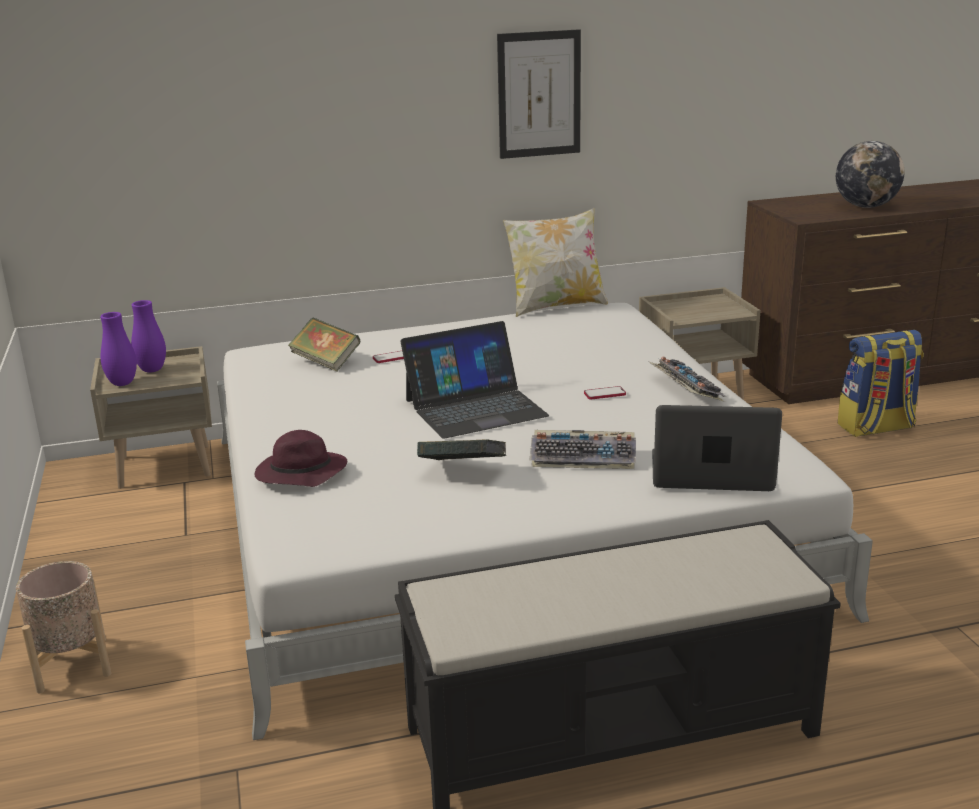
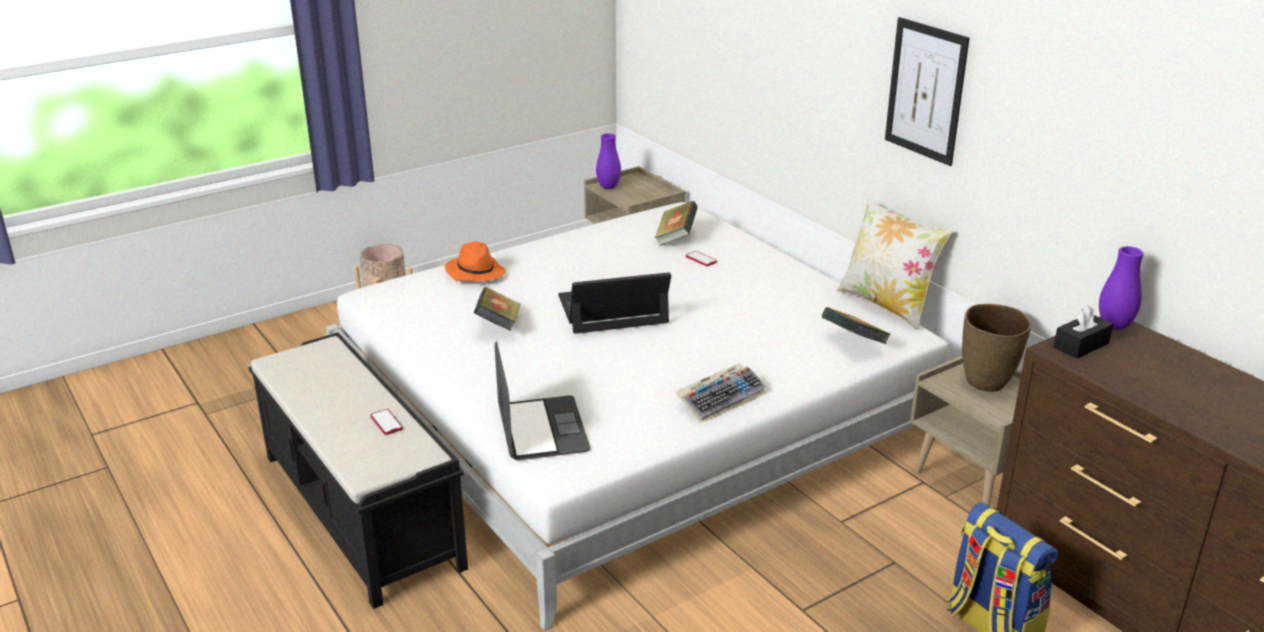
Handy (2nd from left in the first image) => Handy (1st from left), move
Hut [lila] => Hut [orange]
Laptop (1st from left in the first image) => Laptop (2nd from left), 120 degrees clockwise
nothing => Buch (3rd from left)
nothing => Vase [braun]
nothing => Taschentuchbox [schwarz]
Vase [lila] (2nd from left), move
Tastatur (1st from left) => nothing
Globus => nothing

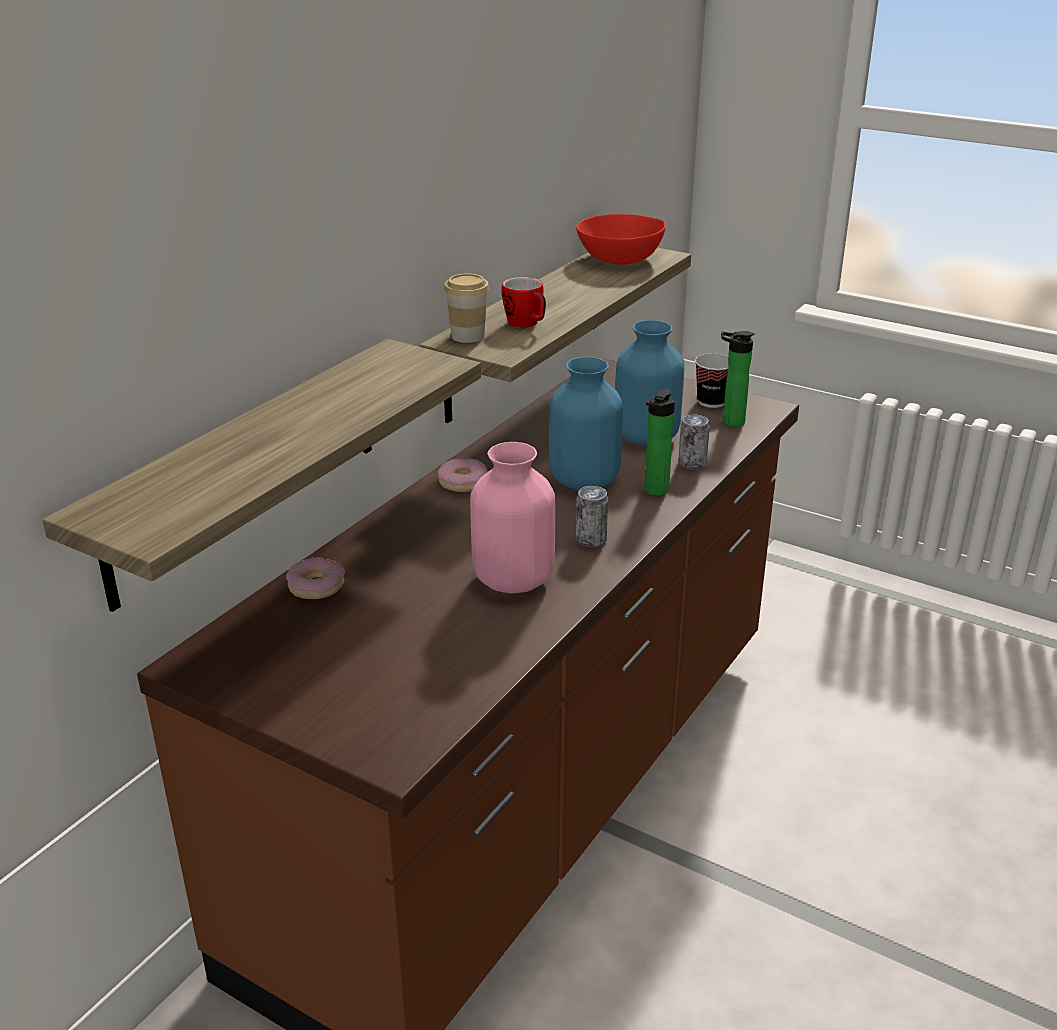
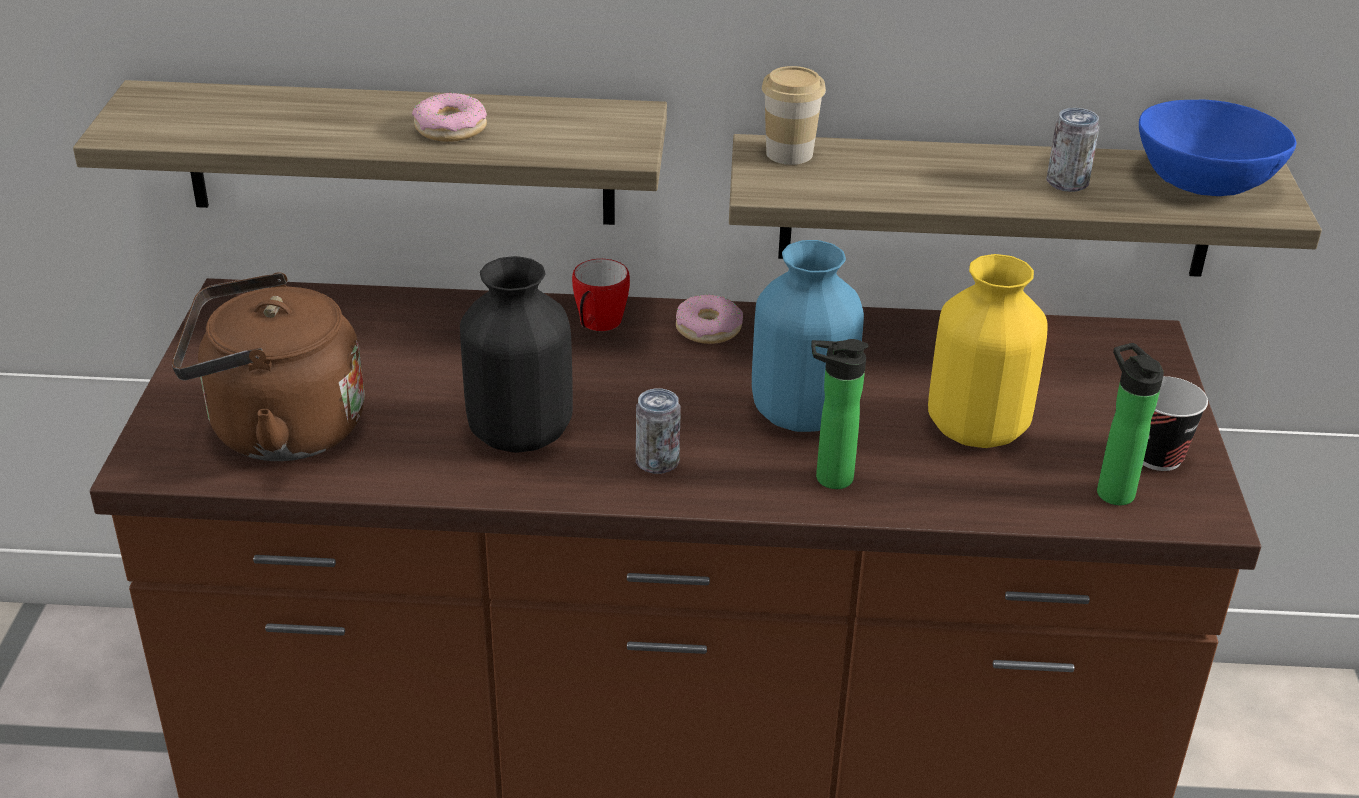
nothing => Wasserkessel [braun]
Donut (1st from left), move
Vase [rosa] => Vase [schwarz]
Henkelbecher, move
Vase [blau] (2nd from left) => Vase [gelb]
Dose (2nd from left), move
Schüssel [rot] => Schüssel [blau]

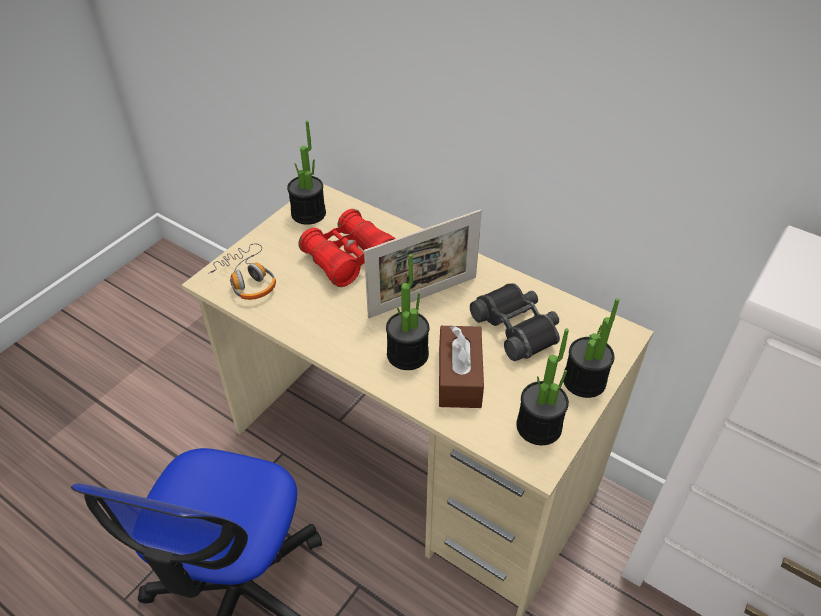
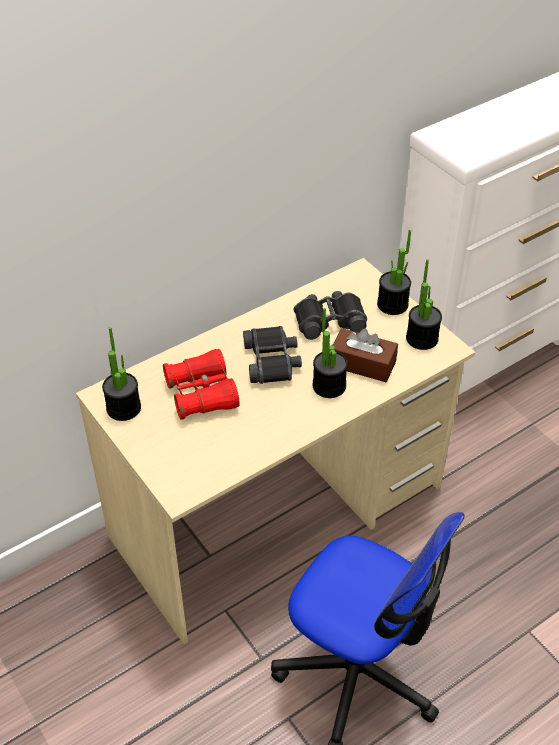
Bilderrahmen => Fernglas [schwarz] (1st from left)
Kopfhörer => nothing

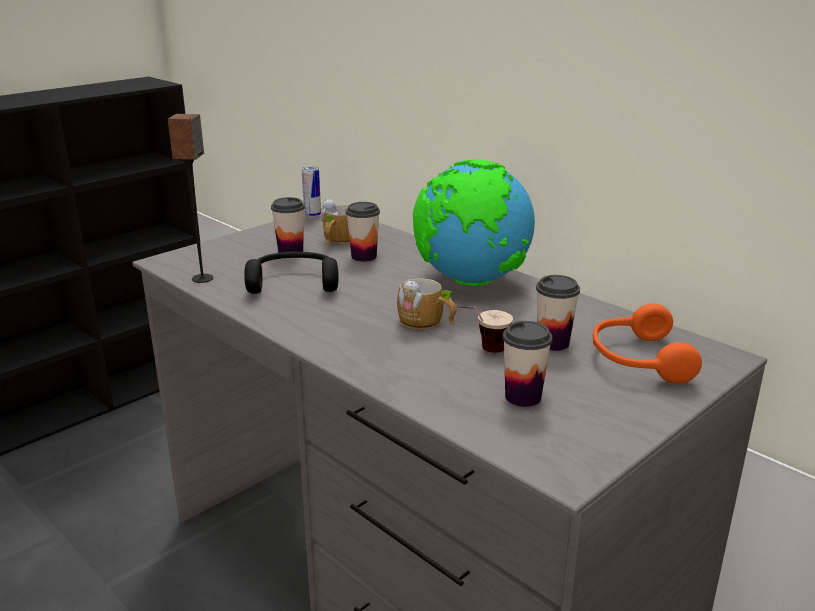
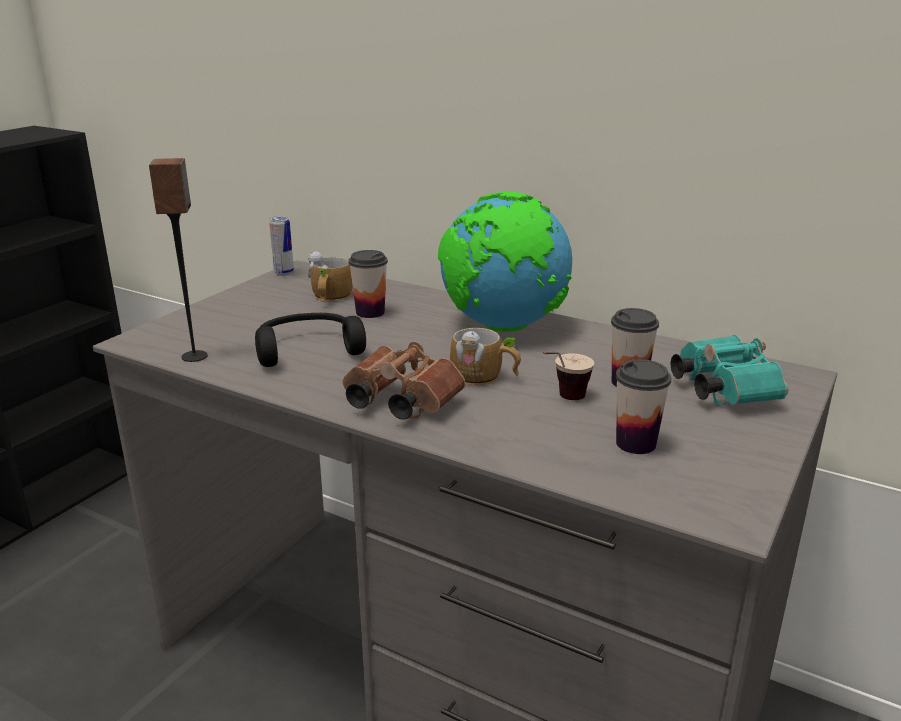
nothing => Fernglas [braun]
Kopfhörer [orange] => Fernglas [türkis]
Tasse (1st from left) => nothing

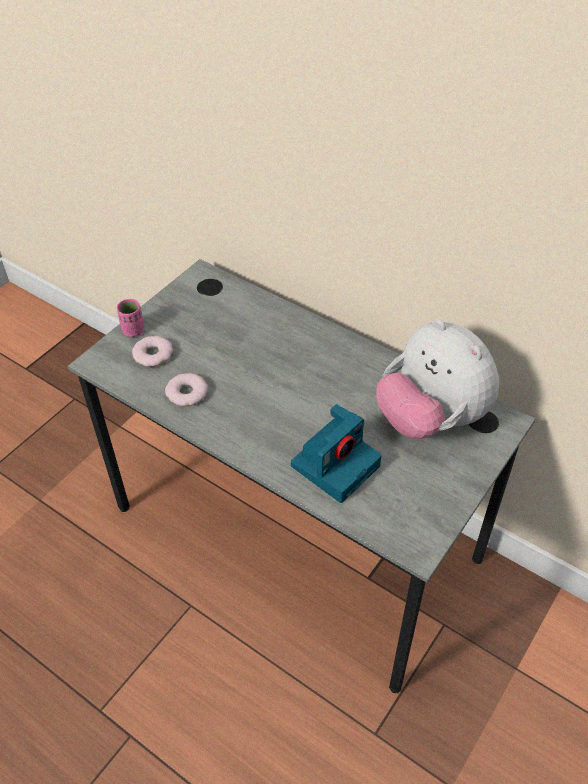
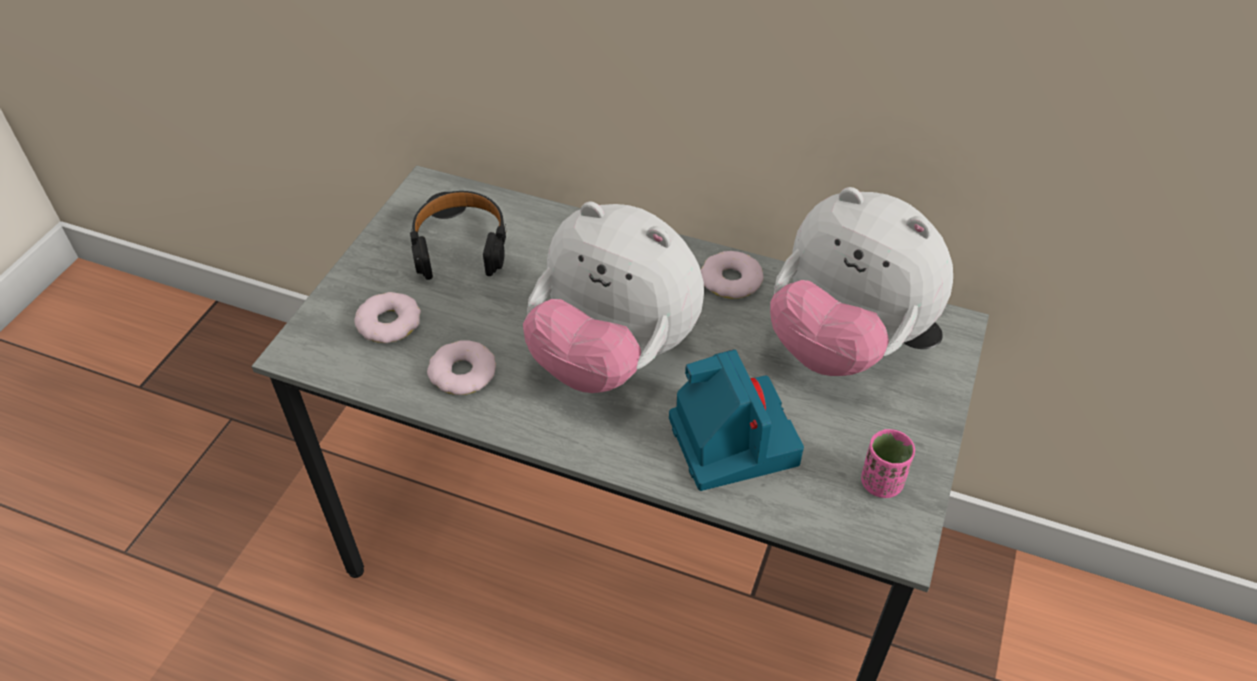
nothing => Kopfhörer [schwarz]
nothing => Plüschtier (1st from left)
Kamera, 45 degrees counterclockwise
nothing => Donut (3rd from left)
Tasse [rosa], move

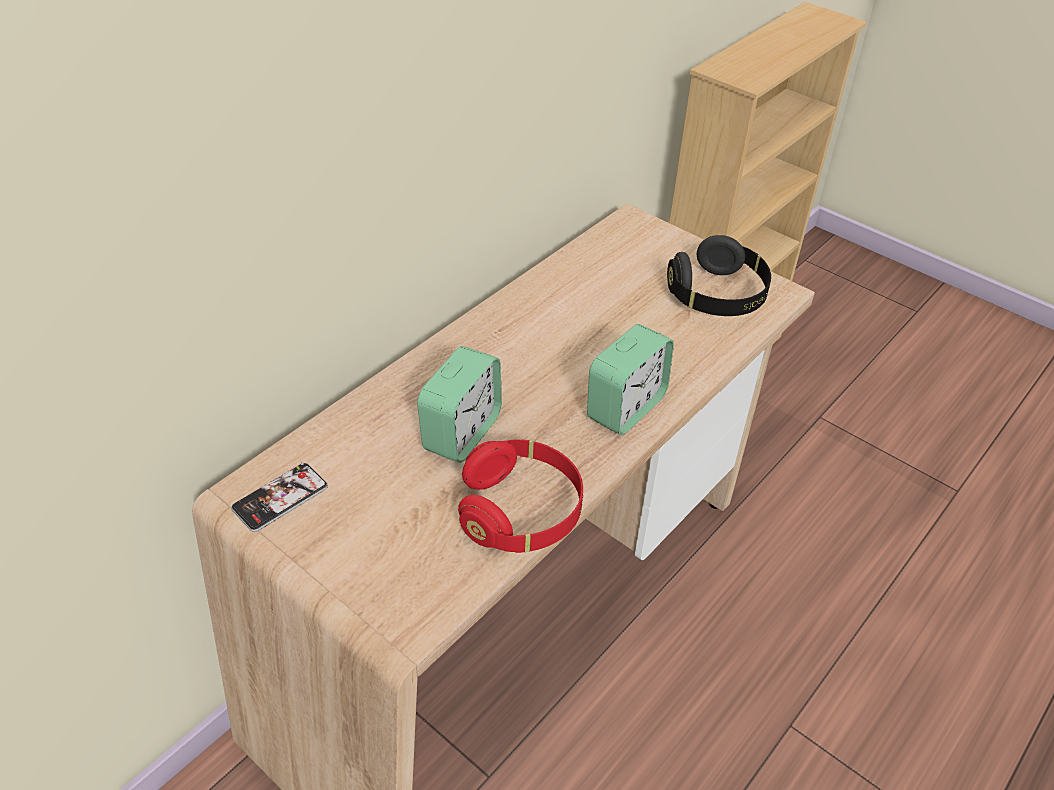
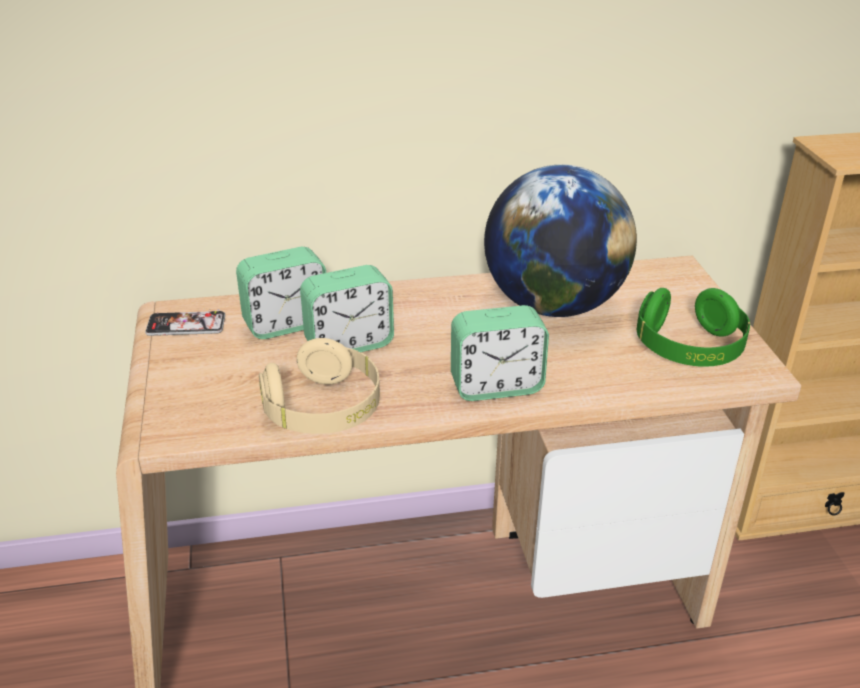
nothing => Wecker (1st from left)
Kopfhörer [rot] => Kopfhörer [beige]
nothing => Globus
Kopfhörer [schwarz] => Kopfhörer [grün]

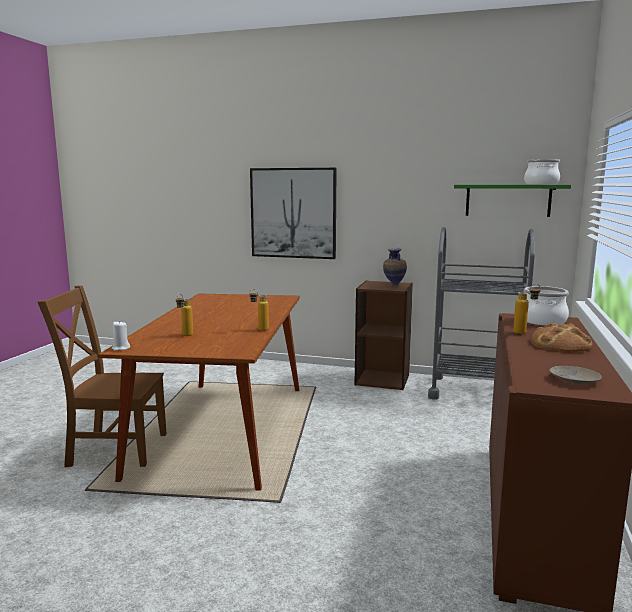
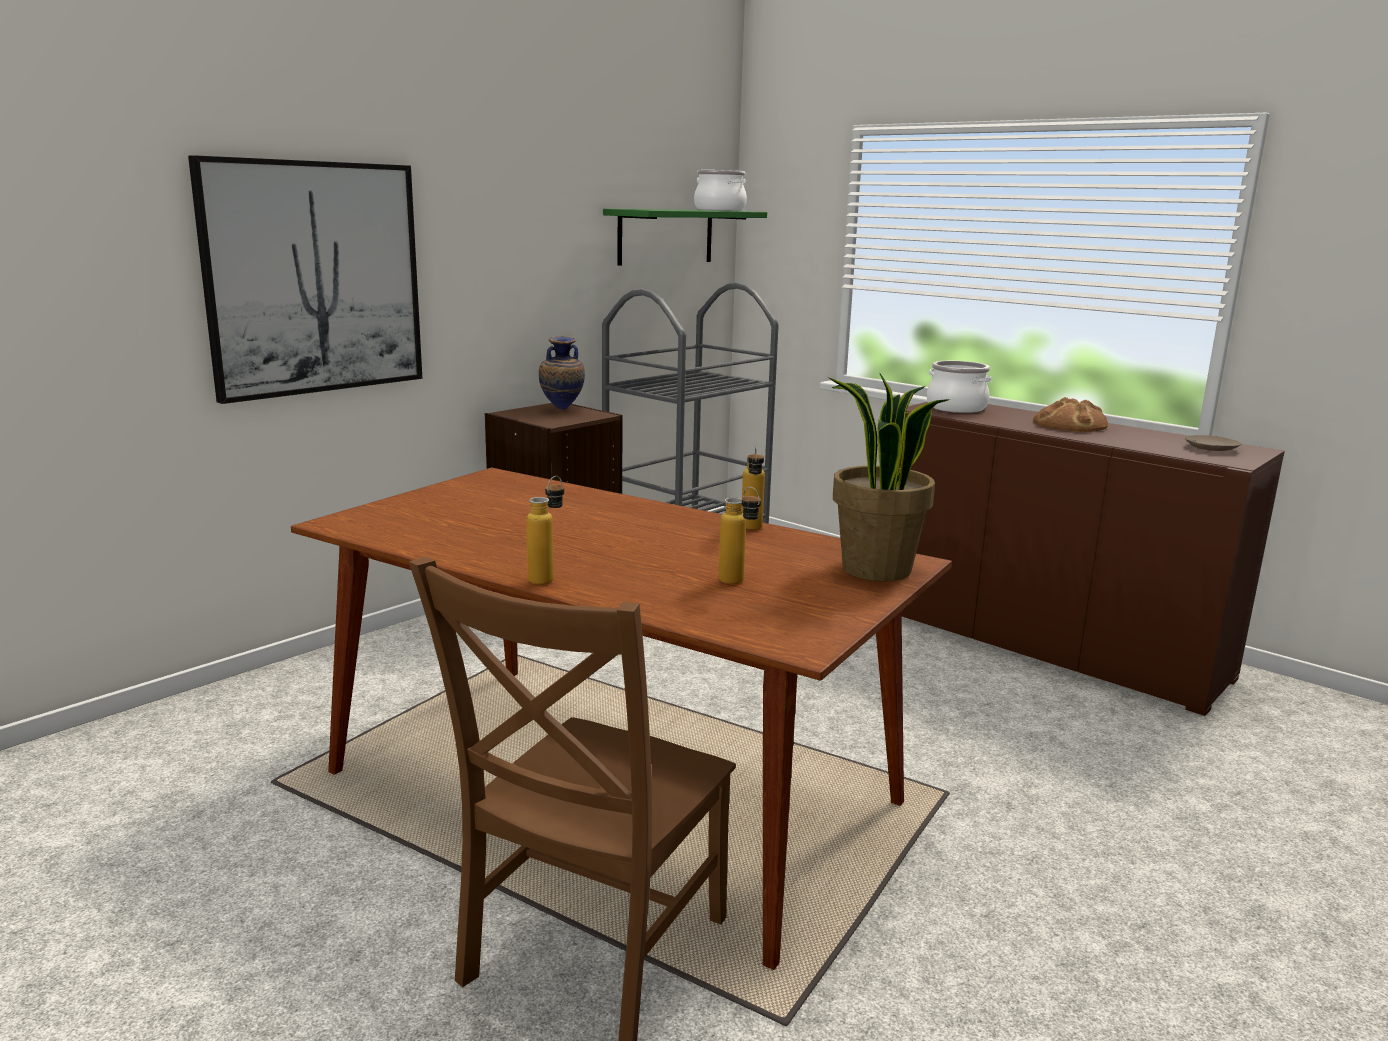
Flasche (3rd from left in the first image) => Flasche (1st from left), move
nothing => Topfpflanze
Kerze [weiß] => nothing

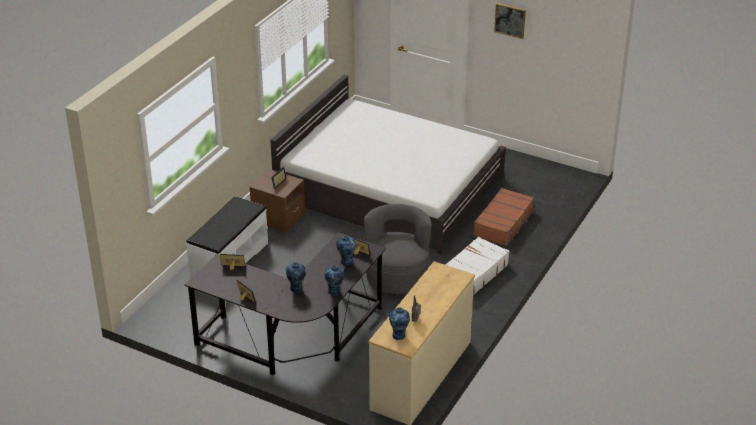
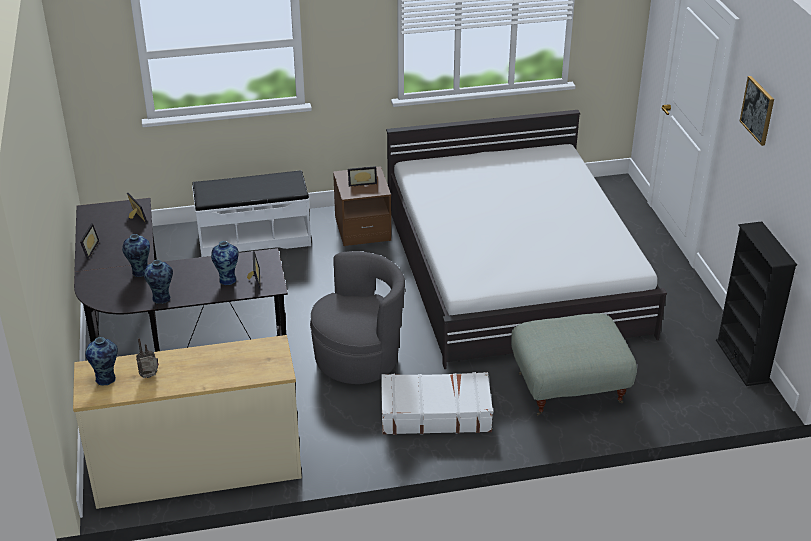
Koffer [braun] => Polsterhocker [grau]
nothing => Bücherregal [schwarz]

